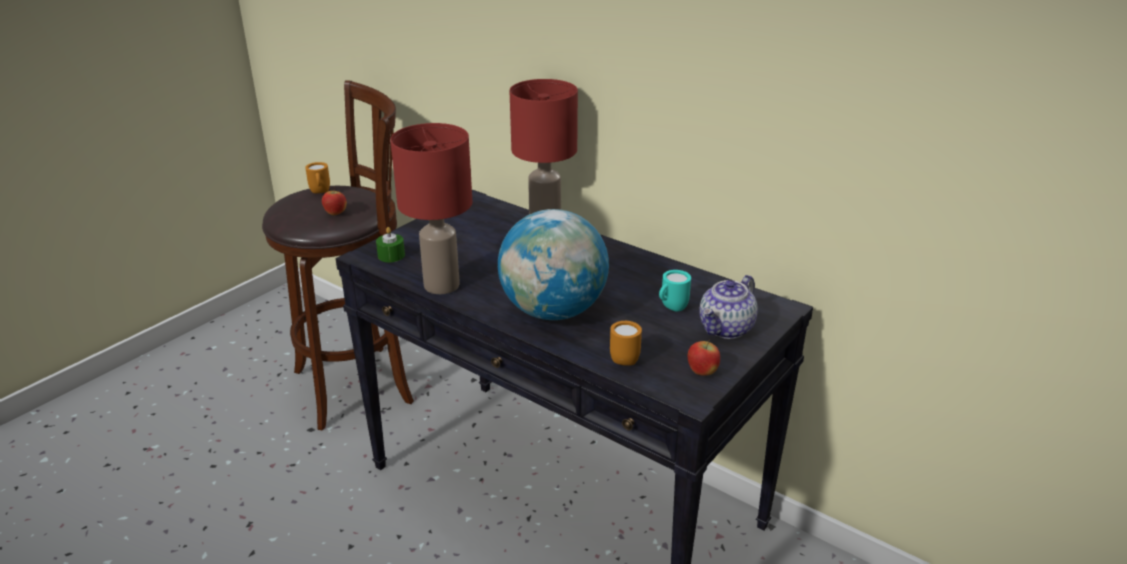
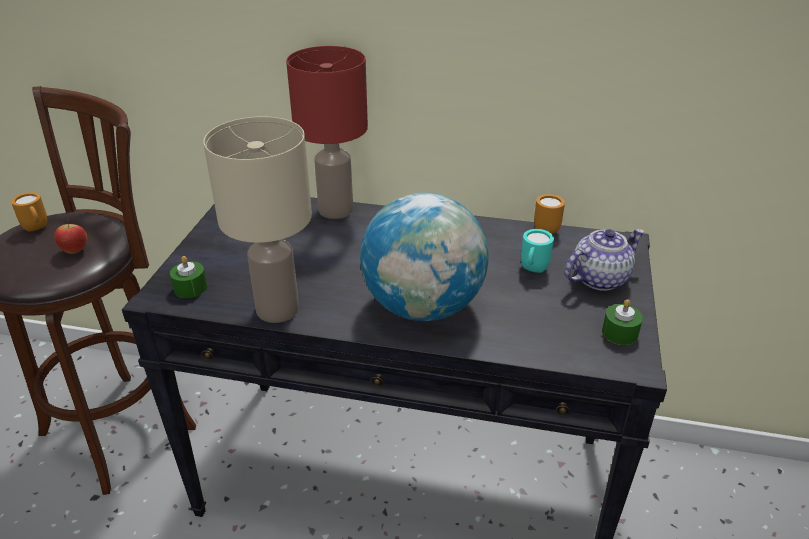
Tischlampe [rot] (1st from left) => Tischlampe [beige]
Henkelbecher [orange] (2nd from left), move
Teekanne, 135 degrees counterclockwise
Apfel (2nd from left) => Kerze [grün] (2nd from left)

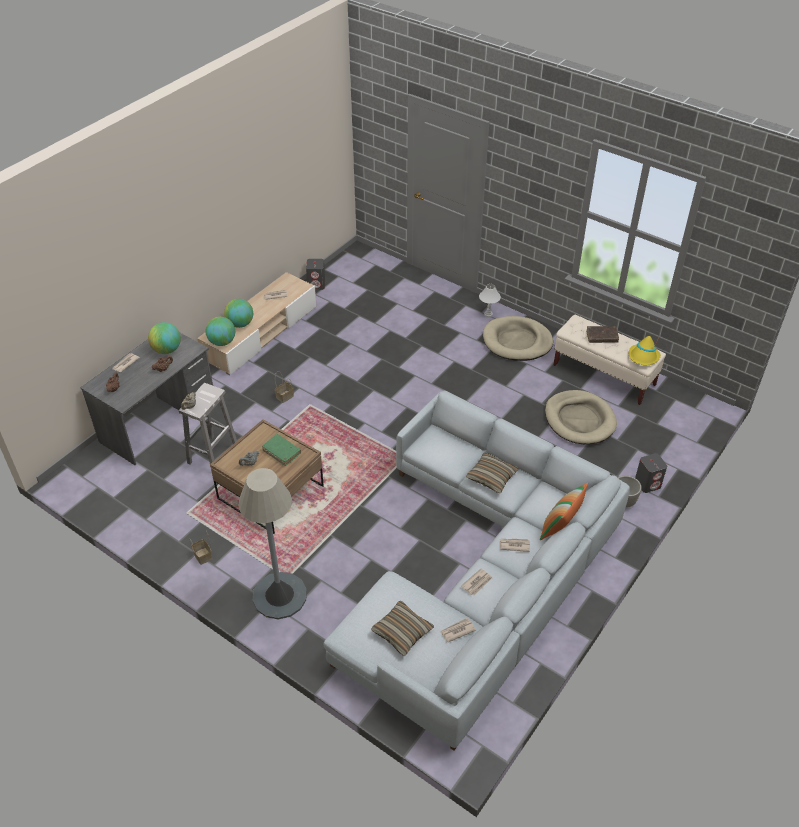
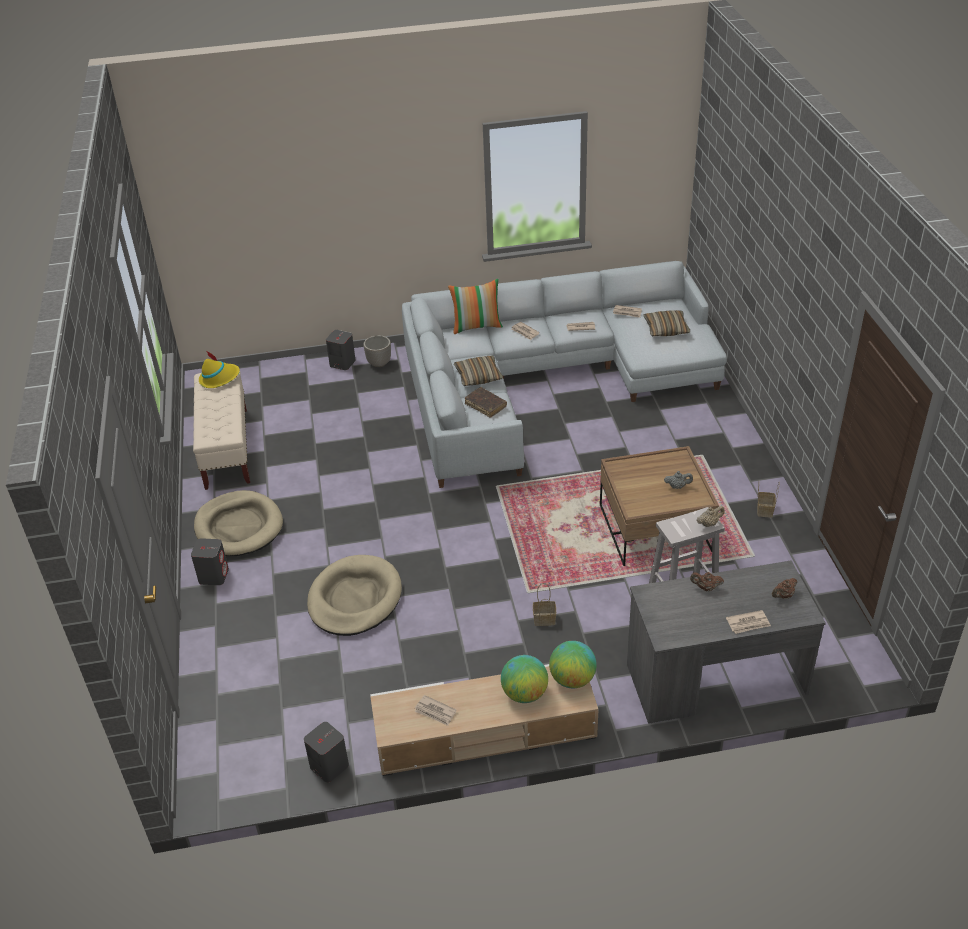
Tischlampe [weiß] => Lautsprecher [grau] (1st from left)
Hundebett [beige] (2nd from left), move
Buch [braun], move
Globus (1st from left) => nothing
Stehlampe [grau] => nothing
Buch [grün] => nothing

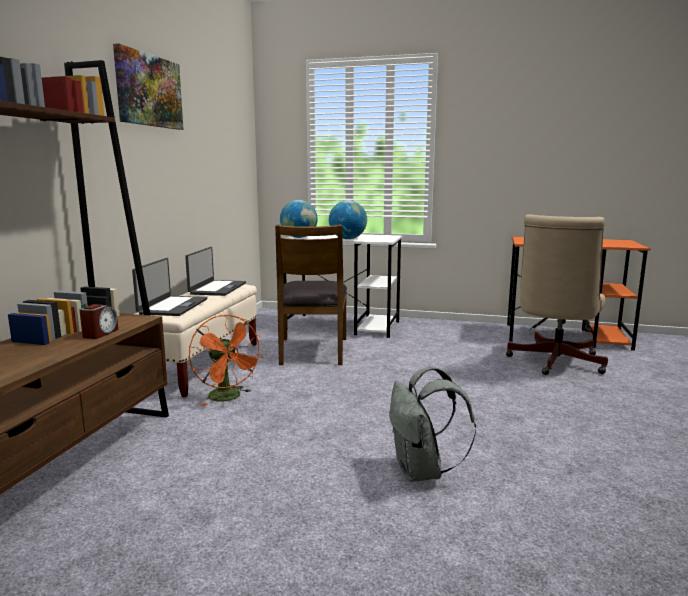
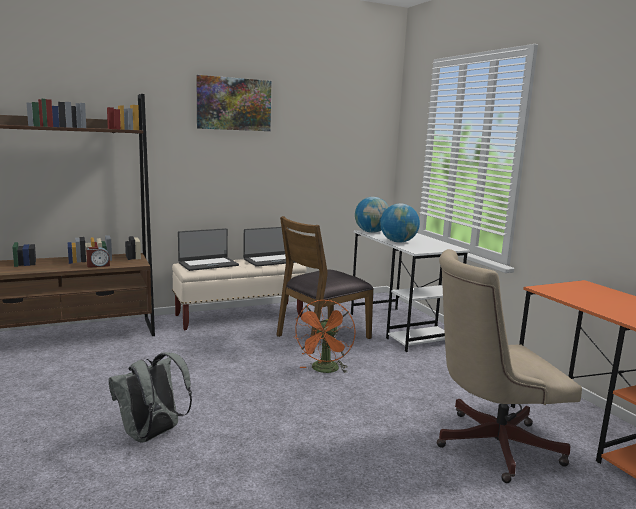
Ventilator [orange], move

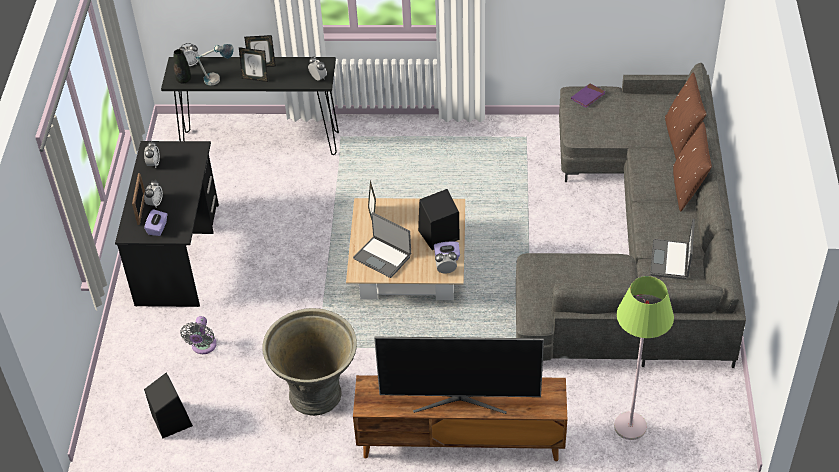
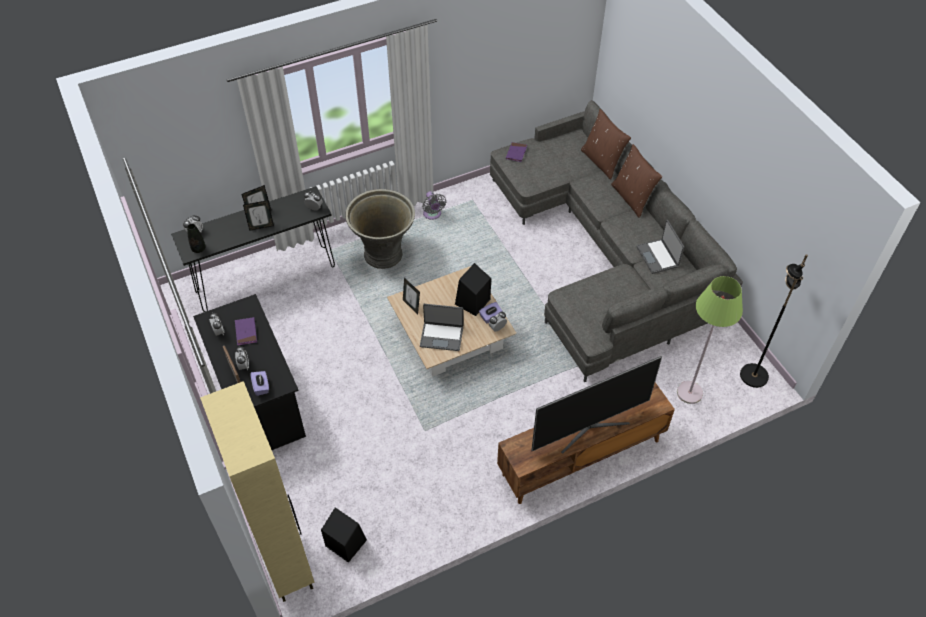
nothing => Schrank [beige]
nothing => Buch [lila] (1st from left)
Pflanzkübel [grau], move
Ventilator [grau], move
nothing => Stehlampe [schwarz]
Tischlampe => nothing

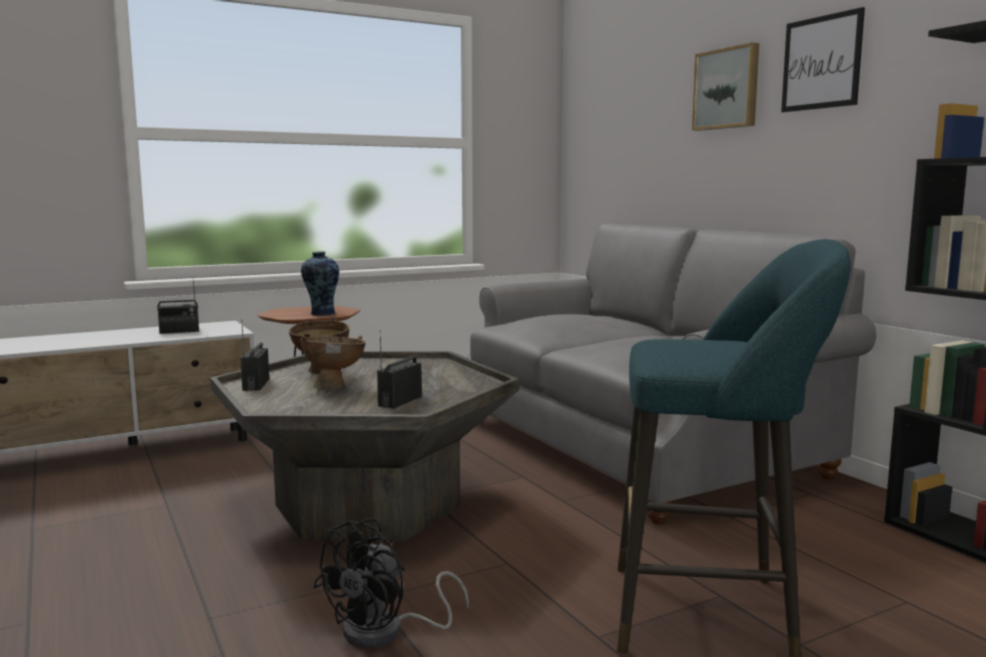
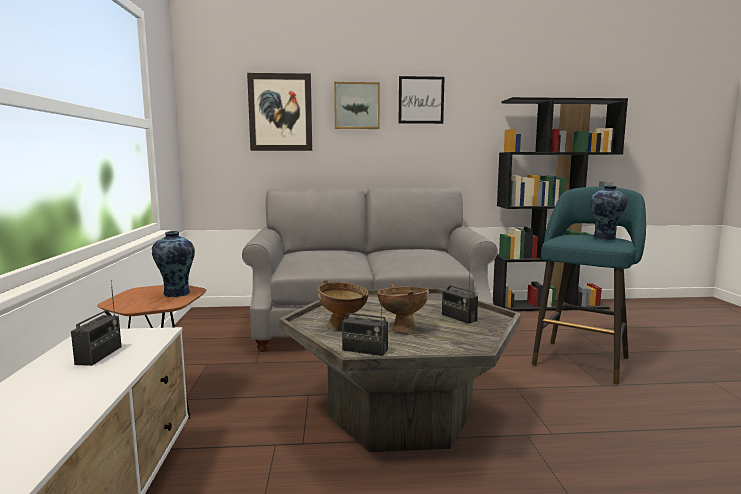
nothing => Bild (1st from left)
nothing => Vase (2nd from left)
Ventilator [schwarz] => nothing

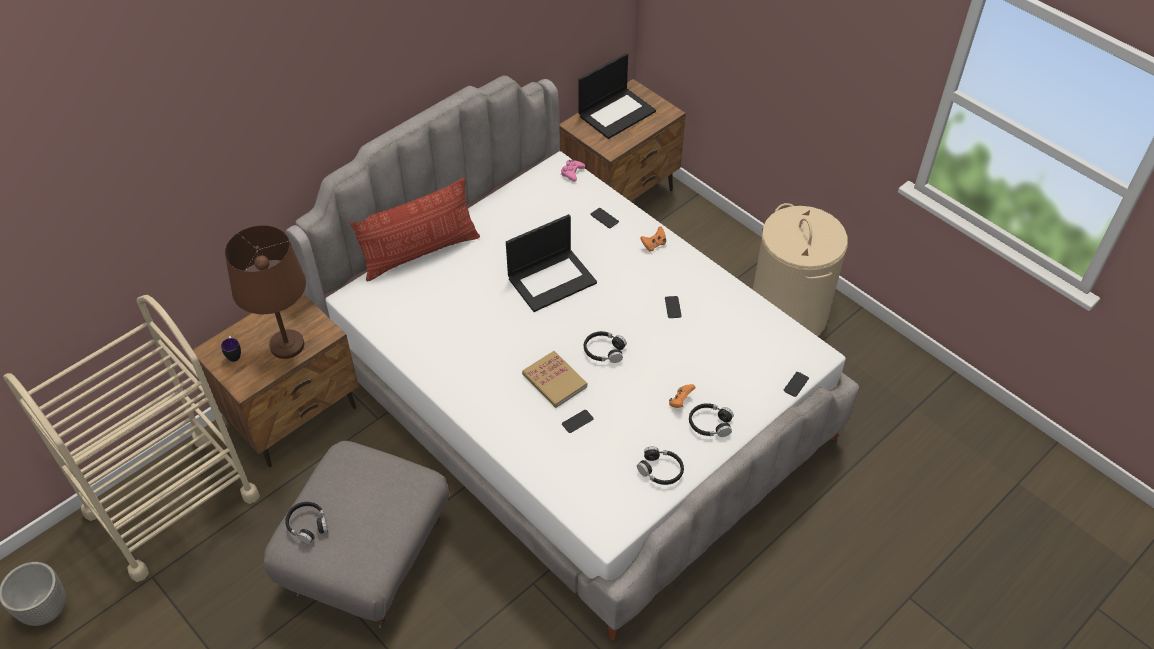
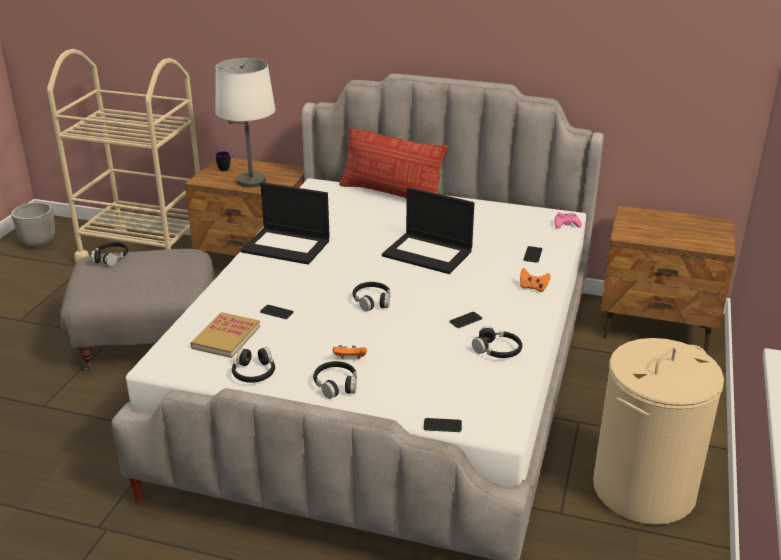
Buch, move
Tischlampe [braun] => Tischlampe [weiß]
Laptop (2nd from left in the first image) => Laptop (1st from left), move
nothing => Kopfhörer [schwarz] (5th from left)

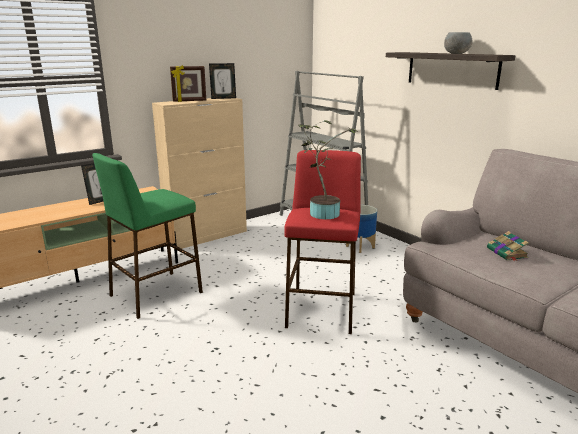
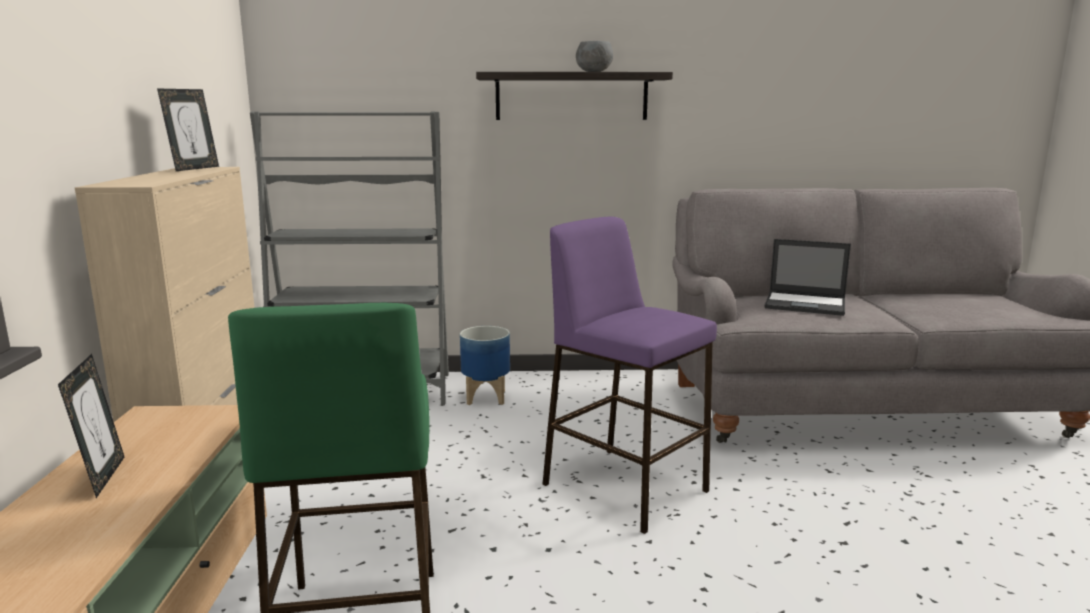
Hocker [rot] => Hocker [lila]
Buch => Laptop
Bilderrahmen (2nd from left) => nothing
Topfpflanze => nothing

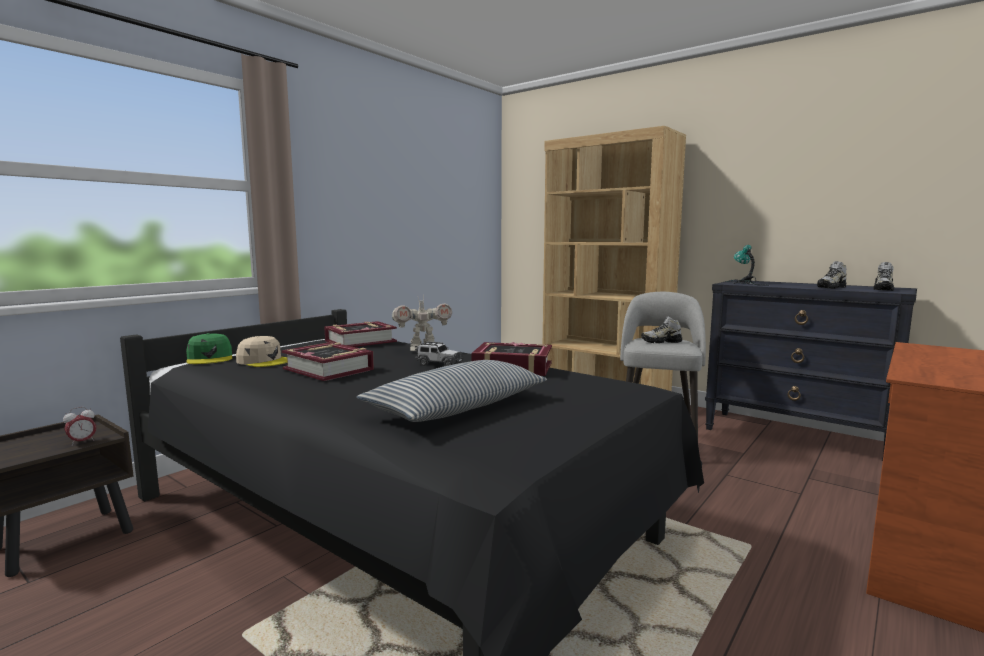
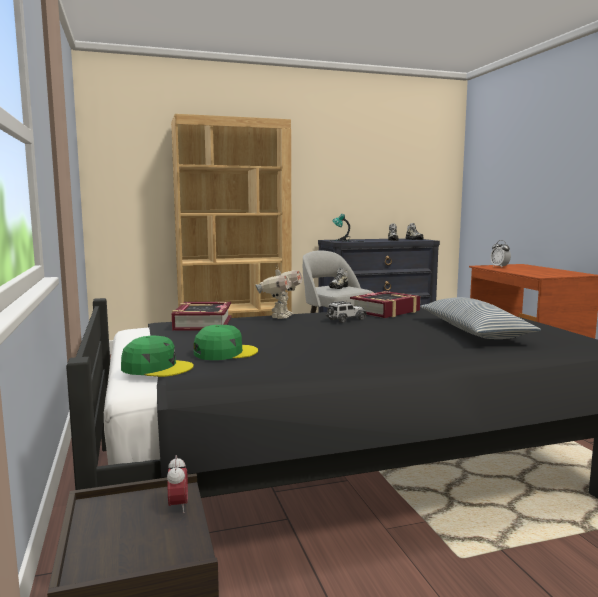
Kappe [beige] => Kappe [grün] (2nd from left)
nothing => Wecker (2nd from left)
Buch (1st from left) => nothing

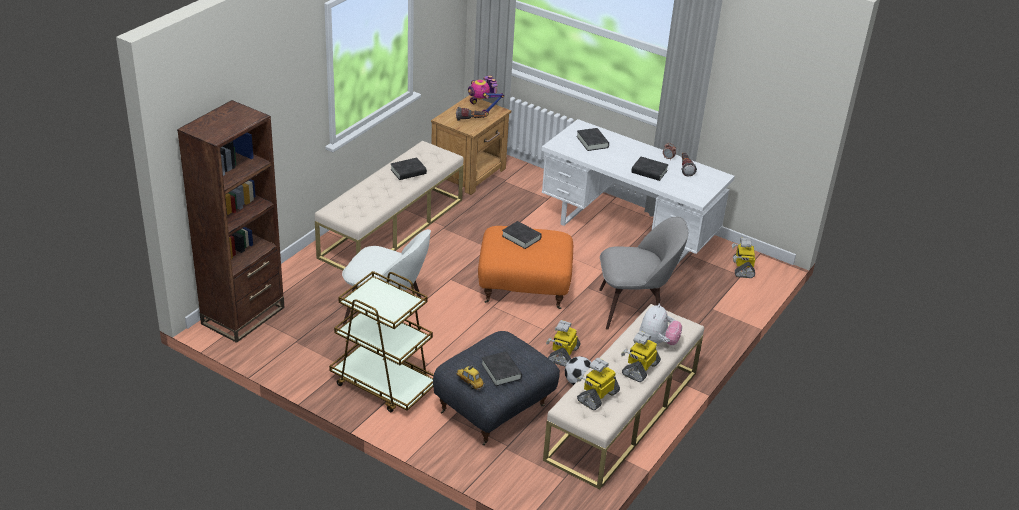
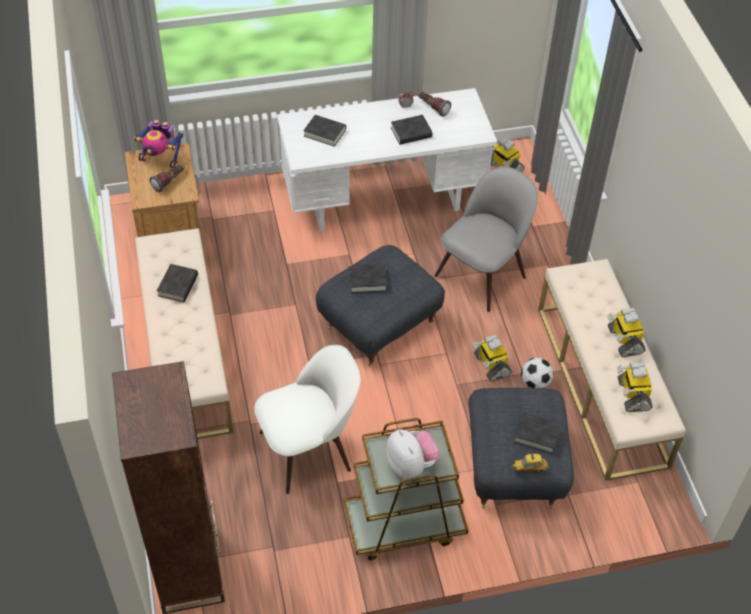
Polsterhocker [orange] => Polsterhocker [grau] (1st from left)
Plüschtier, move

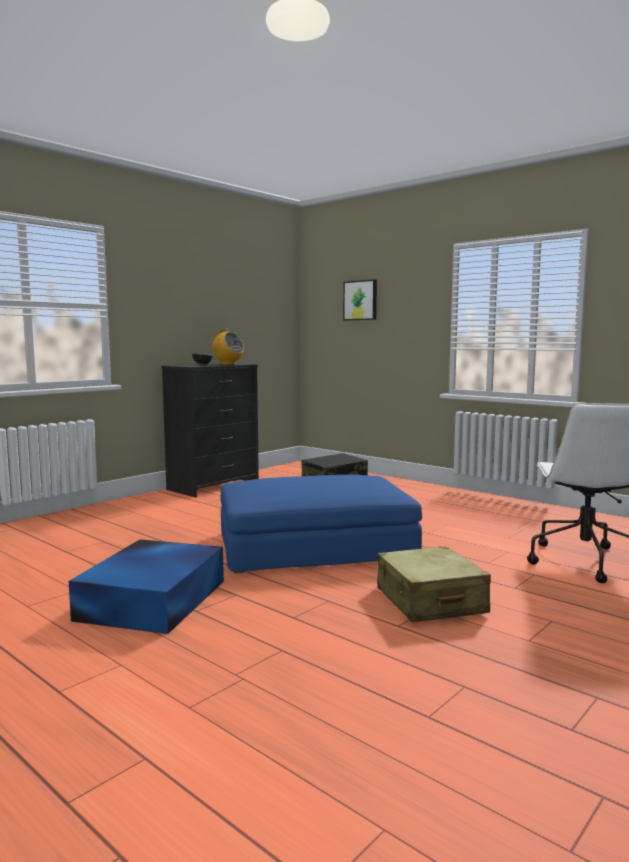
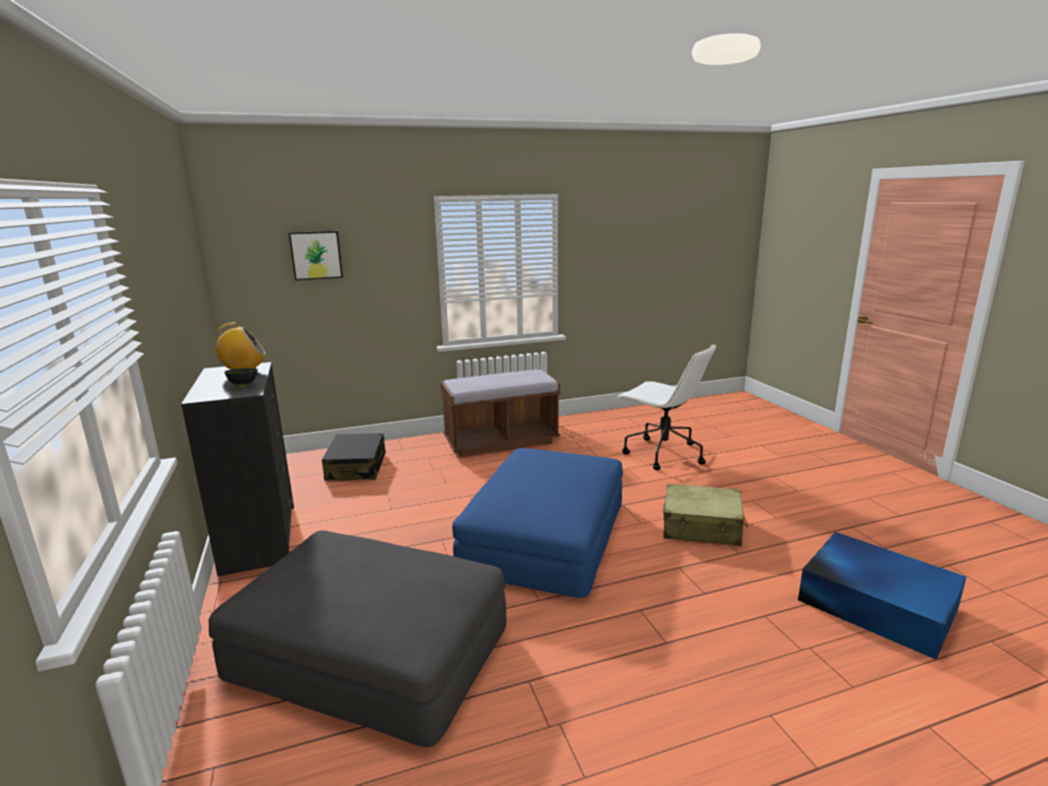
nothing => Polsterhocker [grau]
nothing => Bank [braun]
Aufbewahrungsbox [blau], move

